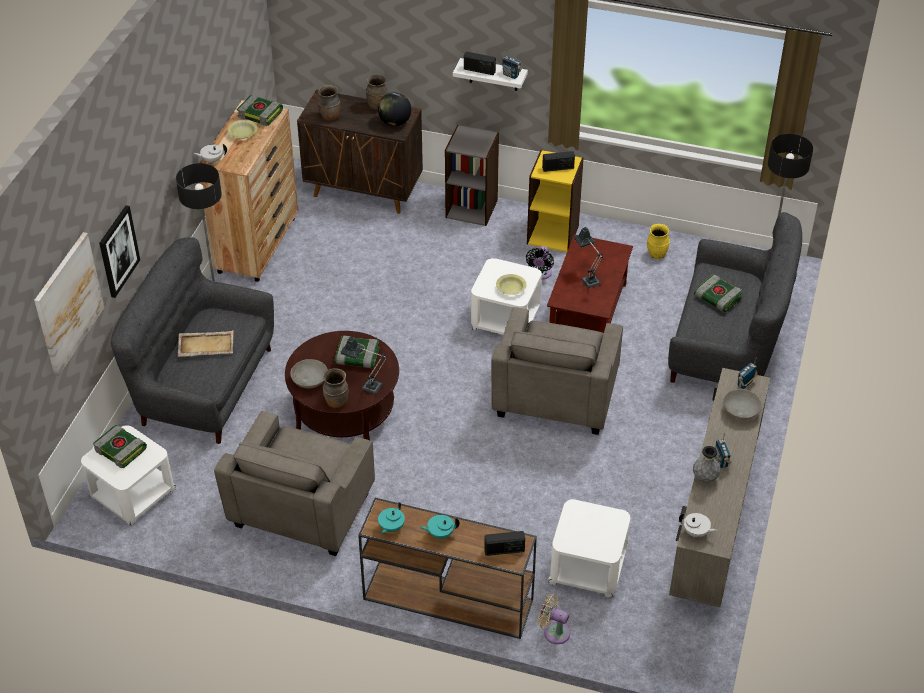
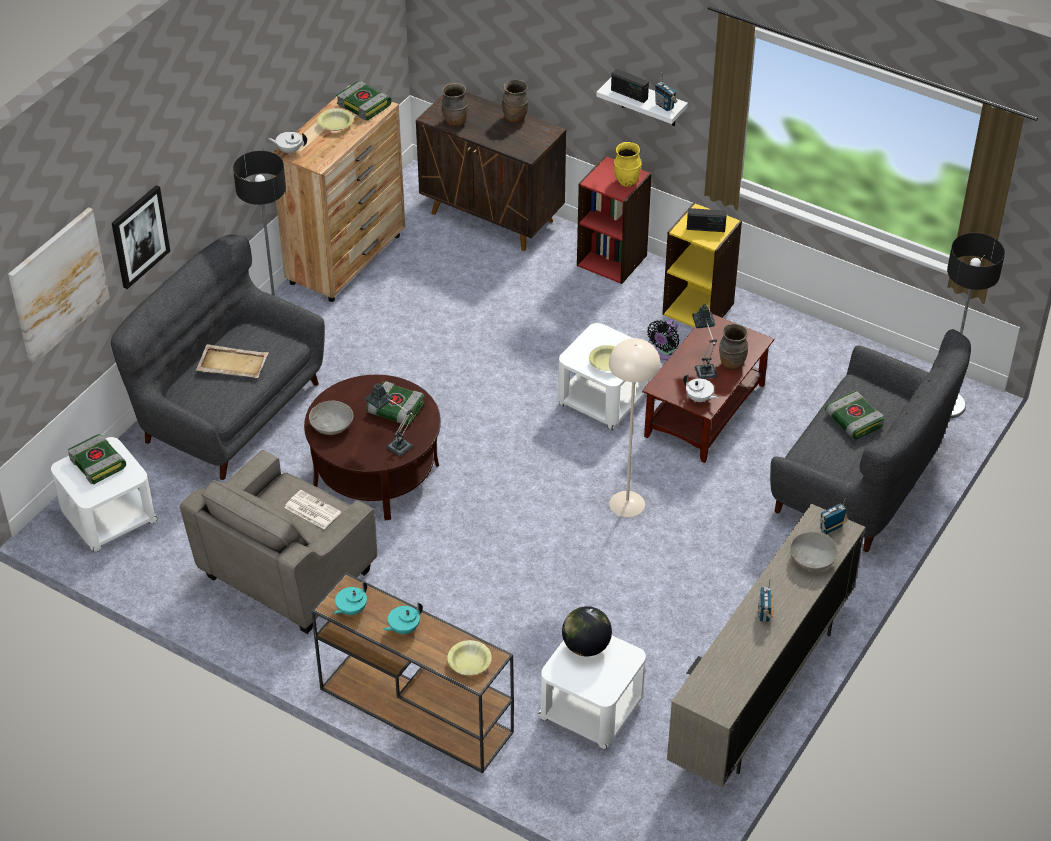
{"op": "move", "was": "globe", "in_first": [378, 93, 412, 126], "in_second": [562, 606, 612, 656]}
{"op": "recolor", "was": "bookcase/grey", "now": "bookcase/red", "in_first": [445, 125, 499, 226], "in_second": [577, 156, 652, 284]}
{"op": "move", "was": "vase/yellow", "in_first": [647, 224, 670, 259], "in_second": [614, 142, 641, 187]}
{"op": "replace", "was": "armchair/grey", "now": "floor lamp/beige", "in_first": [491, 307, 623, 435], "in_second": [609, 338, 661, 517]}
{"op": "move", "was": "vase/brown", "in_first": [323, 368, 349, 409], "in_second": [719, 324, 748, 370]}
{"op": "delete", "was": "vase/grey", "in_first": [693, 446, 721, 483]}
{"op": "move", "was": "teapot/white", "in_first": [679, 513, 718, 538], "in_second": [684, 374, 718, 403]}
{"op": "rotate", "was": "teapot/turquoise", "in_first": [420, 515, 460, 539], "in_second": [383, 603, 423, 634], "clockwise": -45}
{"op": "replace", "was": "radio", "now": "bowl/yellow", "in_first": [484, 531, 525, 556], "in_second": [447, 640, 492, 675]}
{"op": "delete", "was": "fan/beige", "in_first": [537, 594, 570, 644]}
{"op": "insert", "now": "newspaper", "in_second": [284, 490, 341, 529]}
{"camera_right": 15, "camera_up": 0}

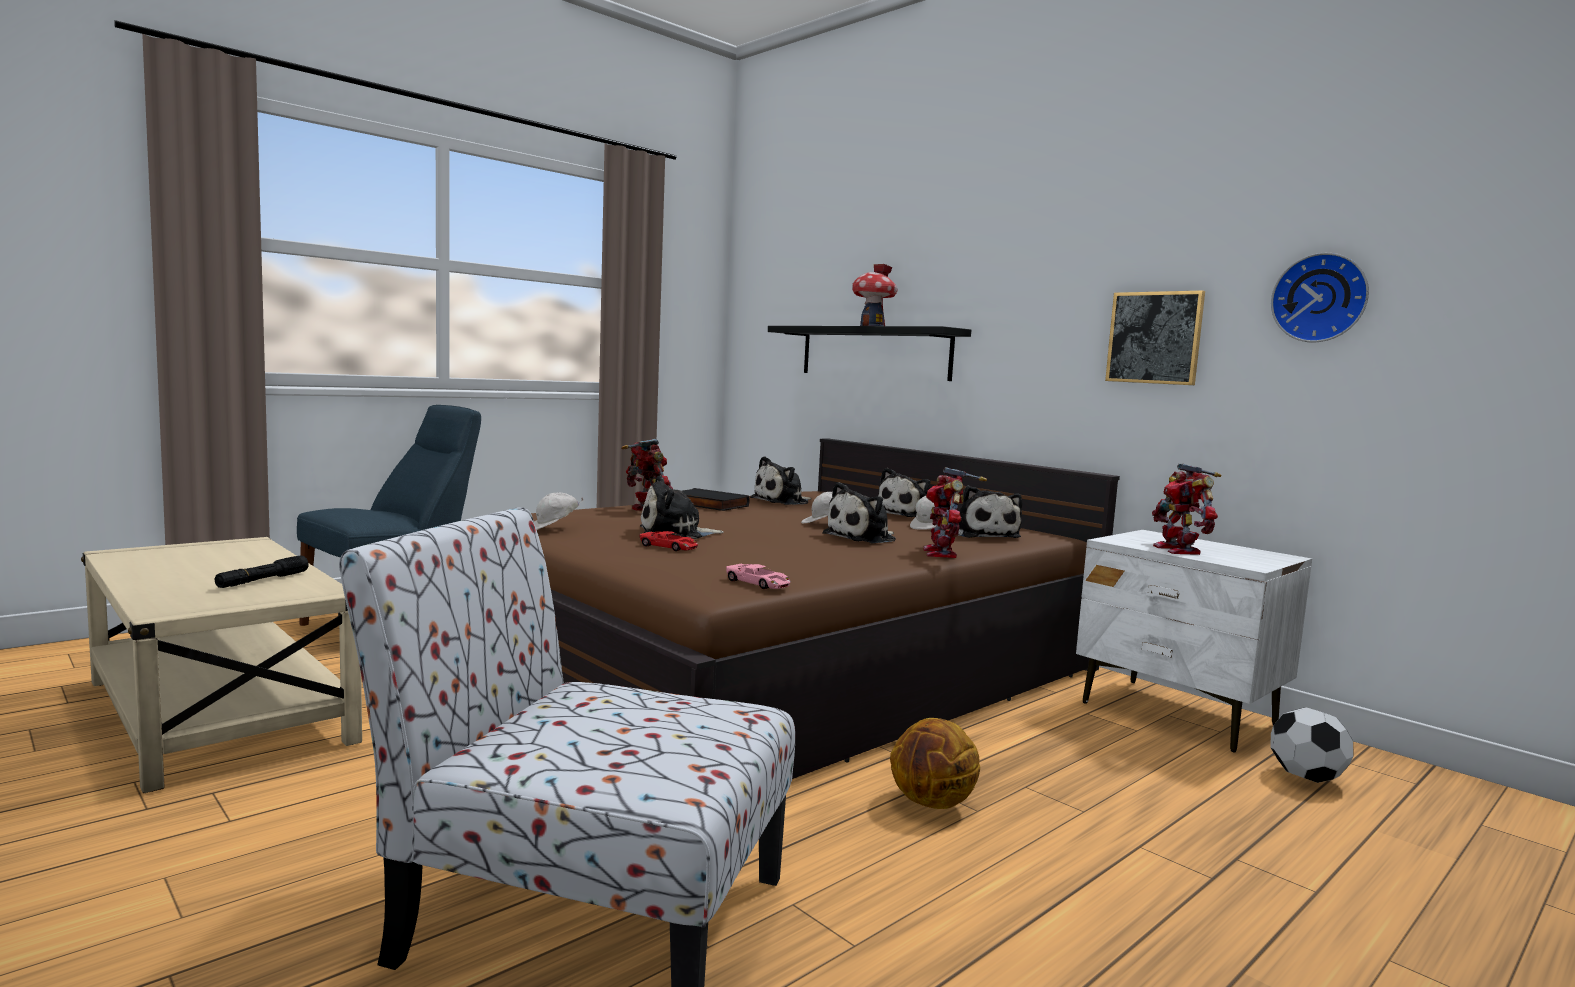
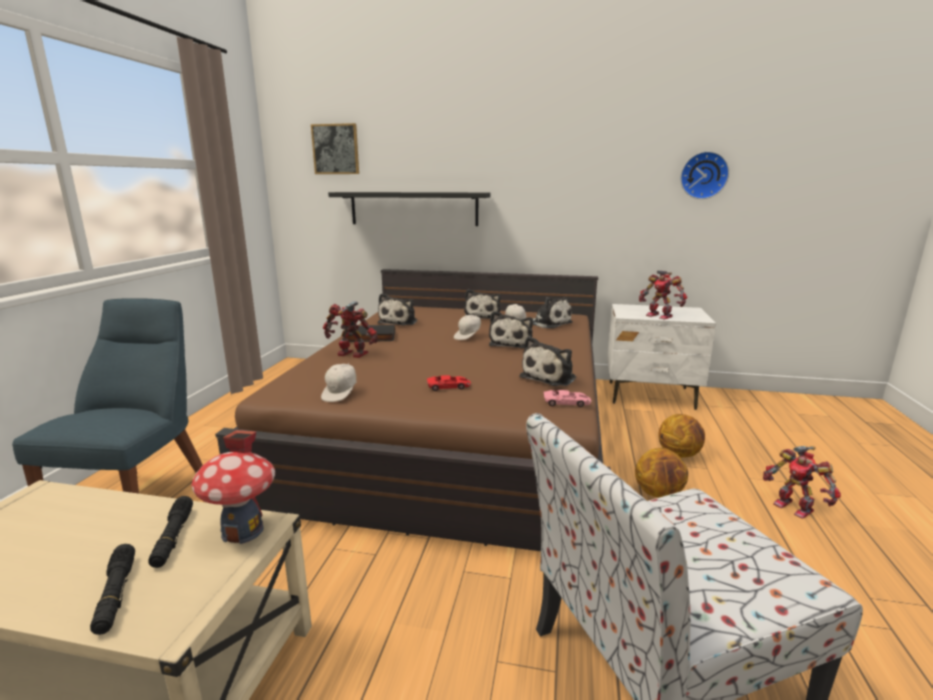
{"op": "move", "was": "toy house", "in_first": [852, 264, 898, 326], "in_second": [191, 430, 275, 544]}
{"op": "move", "was": "picture", "in_first": [1105, 290, 1205, 385], "in_second": [311, 123, 359, 174]}
{"op": "move", "was": "toy robot", "in_first": [923, 467, 987, 558], "in_second": [763, 446, 841, 519]}
{"op": "move", "was": "plush toy", "in_first": [640, 475, 724, 539], "in_second": [519, 336, 576, 386]}
{"op": "delete", "was": "football", "in_first": [1270, 708, 1353, 783]}
{"op": "insert", "now": "basketball", "in_second": [658, 414, 705, 458]}
{"op": "insert", "now": "flashlight/black", "in_second": [90, 544, 135, 635]}
{"camera_right": -35, "camera_up": 10}

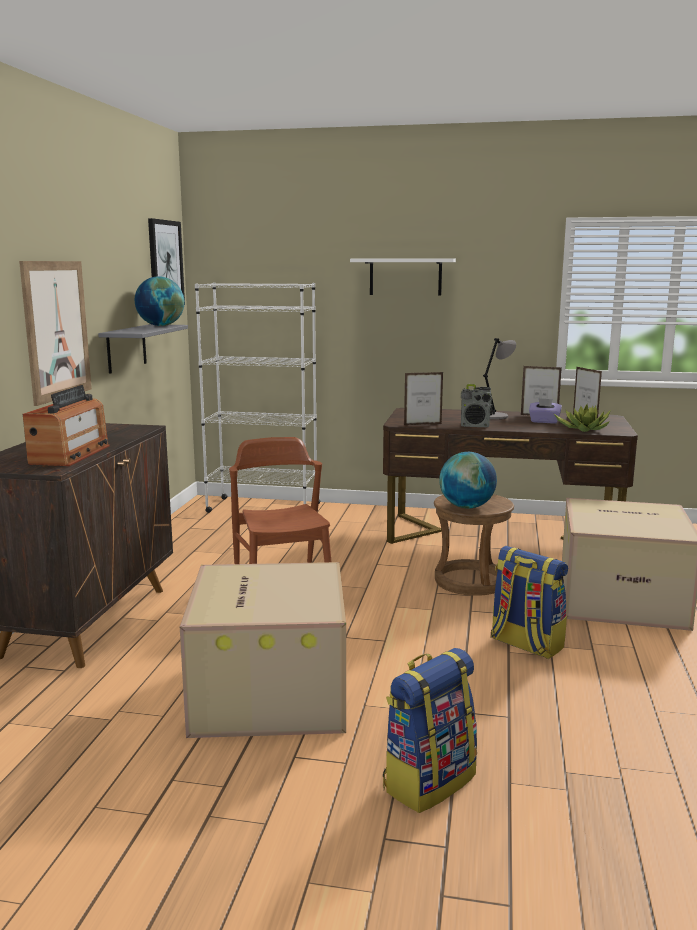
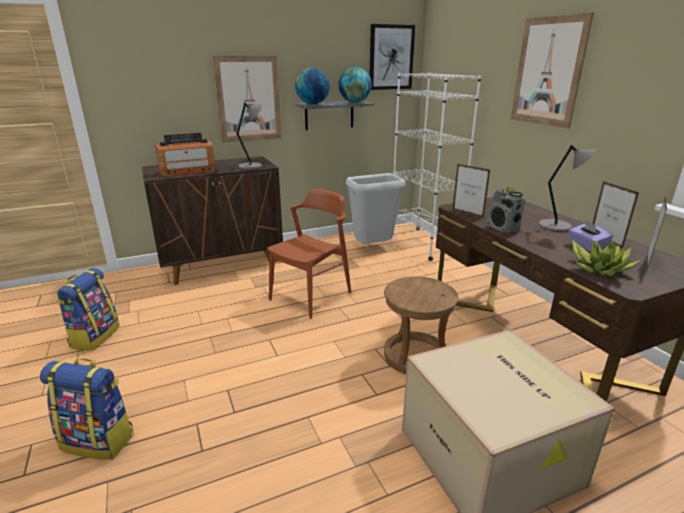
{"op": "replace", "was": "shelf/white", "now": "picture", "in_first": [350, 258, 456, 295], "in_second": [511, 12, 594, 128]}
{"op": "move", "was": "globe", "in_first": [439, 452, 497, 509], "in_second": [295, 67, 330, 104]}
{"op": "move", "was": "backpack", "in_first": [491, 546, 568, 659], "in_second": [57, 268, 120, 351]}
{"op": "delete", "was": "cardboard box", "in_first": [180, 562, 346, 738]}
{"op": "insert", "now": "table lamp/grey", "in_second": [236, 103, 262, 169]}
{"op": "insert", "now": "trash can/grey", "in_second": [346, 173, 405, 244]}
{"camera_right": 55, "camera_up": 10}

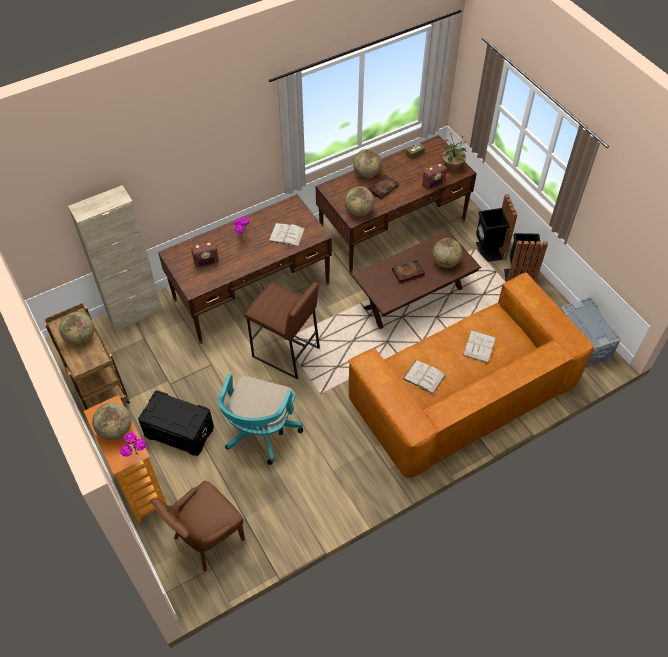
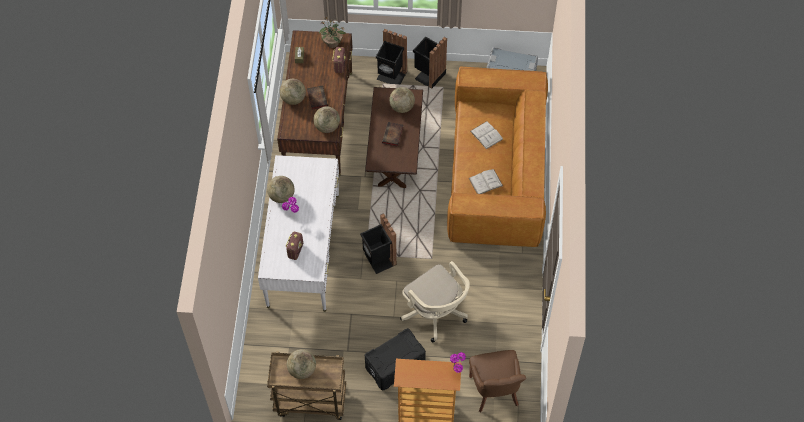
{"op": "delete", "was": "cabinet/beige", "in_first": [68, 185, 163, 332]}
{"op": "recolor", "was": "desk/brown", "now": "desk/white", "in_first": [158, 194, 332, 344], "in_second": [258, 155, 339, 312]}
{"op": "delete", "was": "book/white", "in_first": [268, 223, 305, 247]}
{"op": "replace", "was": "stool/brown", "now": "trash can/black", "in_first": [245, 282, 320, 379], "in_second": [360, 213, 397, 274]}
{"op": "recolor", "was": "office chair/turquoise", "now": "office chair/beige", "in_first": [217, 374, 303, 465], "in_second": [400, 261, 470, 342]}
{"op": "move", "was": "globe", "in_first": [92, 402, 132, 440], "in_second": [267, 176, 295, 203]}
{"camera_right": -55, "camera_up": 5}

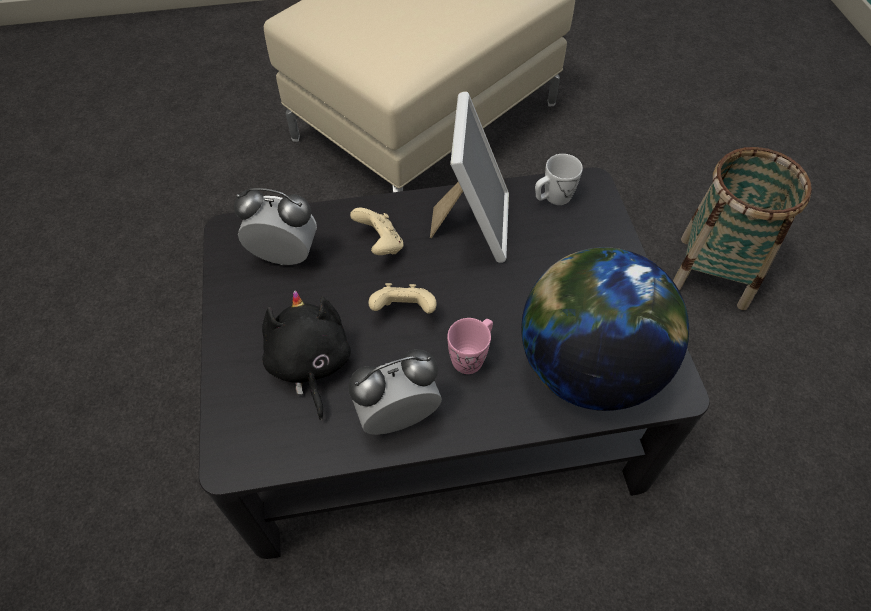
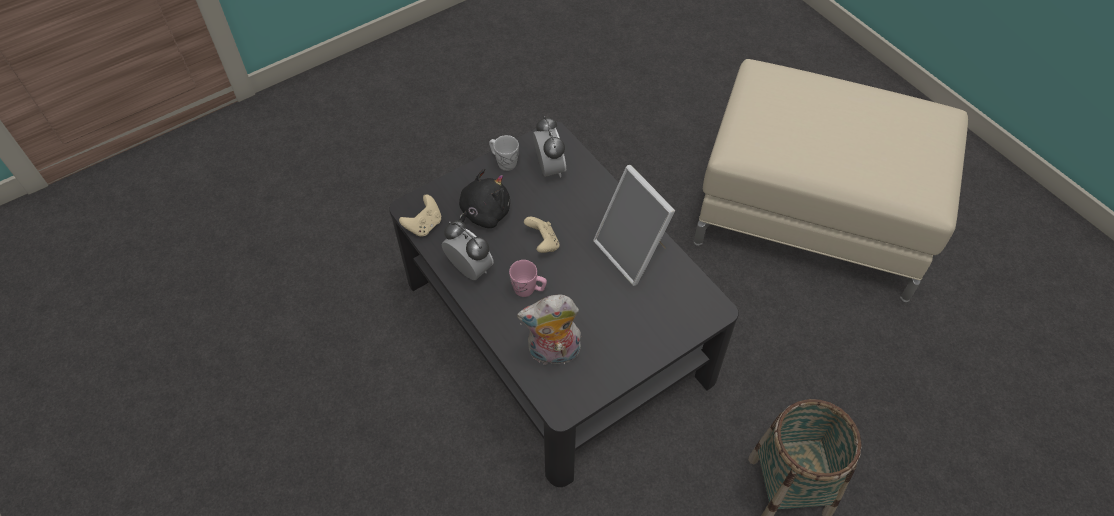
{"op": "rotate", "was": "picture frame", "in_first": [430, 91, 509, 263], "in_second": [593, 165, 675, 286], "clockwise": 75}
{"op": "move", "was": "mug/white", "in_first": [535, 154, 583, 205], "in_second": [489, 135, 519, 171]}
{"op": "move", "was": "game controller/beige", "in_first": [350, 208, 404, 255], "in_second": [399, 195, 441, 237]}
{"op": "replace", "was": "globe", "now": "plush toy", "in_first": [521, 247, 689, 411], "in_second": [517, 294, 581, 368]}
{"camera_right": 65, "camera_up": 0}

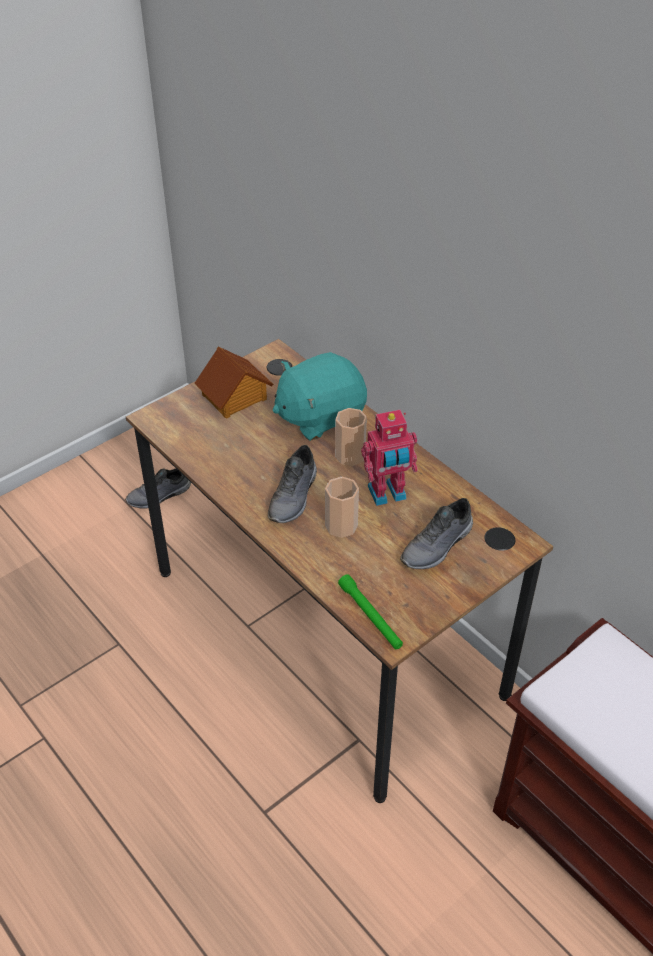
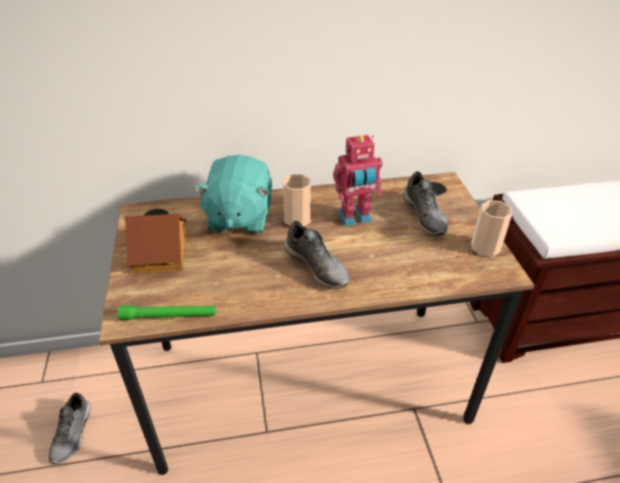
{"op": "rotate", "was": "toy robot", "in_first": [361, 410, 418, 506], "in_second": [333, 135, 383, 226], "clockwise": 60}
{"op": "move", "was": "cup", "in_first": [325, 477, 359, 538], "in_second": [471, 200, 512, 257]}
{"op": "move", "was": "flashlight/green", "in_first": [338, 574, 403, 649], "in_second": [118, 305, 216, 320]}
{"camera_right": -60, "camera_up": -5}

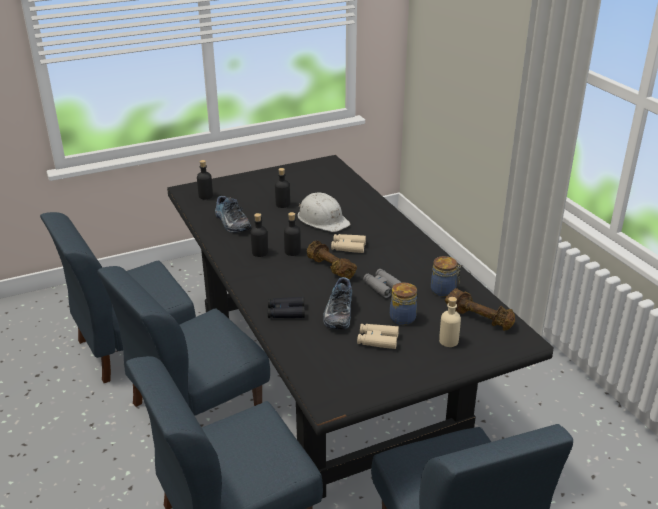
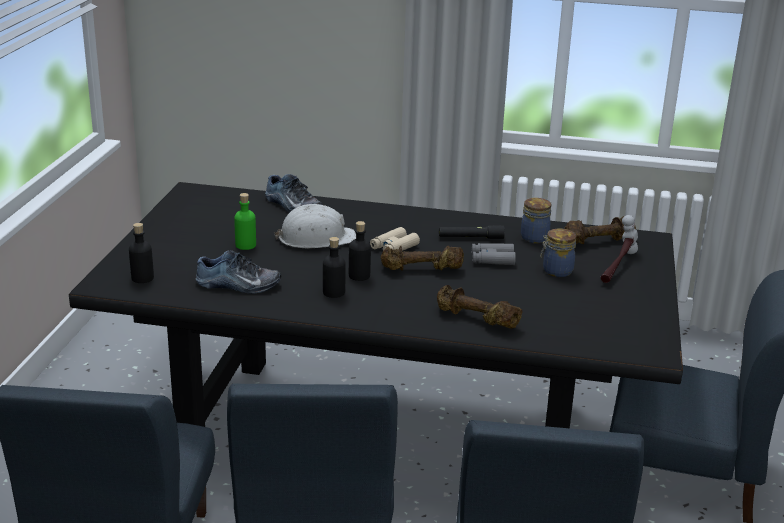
{"op": "recolor", "was": "bottle/black", "now": "bottle/green", "in_first": [275, 168, 290, 208], "in_second": [234, 193, 256, 250]}
{"op": "move", "was": "shoe", "in_first": [323, 277, 352, 329], "in_second": [265, 174, 322, 213]}
{"op": "replace", "was": "binoculars/black", "now": "dumbbell/brown", "in_first": [268, 297, 305, 318], "in_second": [437, 285, 522, 329]}
{"op": "replace", "was": "bottle/beige", "now": "hammer", "in_first": [439, 297, 461, 347], "in_second": [600, 215, 638, 283]}
{"op": "delete", "was": "binoculars/beige", "in_first": [357, 324, 399, 349]}
{"op": "insert", "now": "flashlight/black", "in_second": [439, 225, 505, 239]}
{"camera_right": -55, "camera_up": -5}

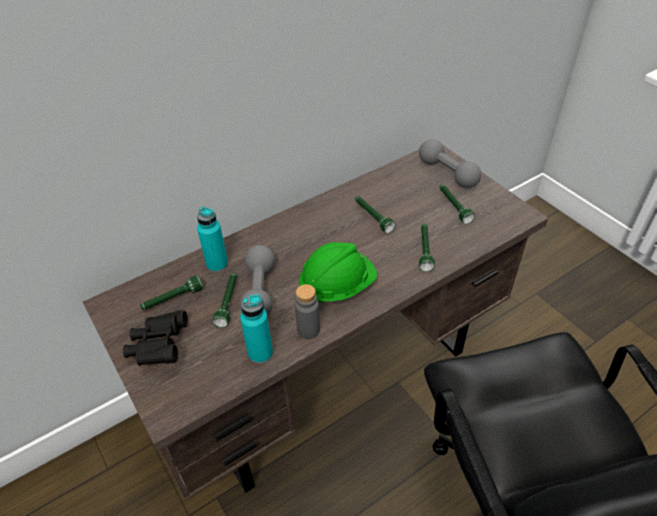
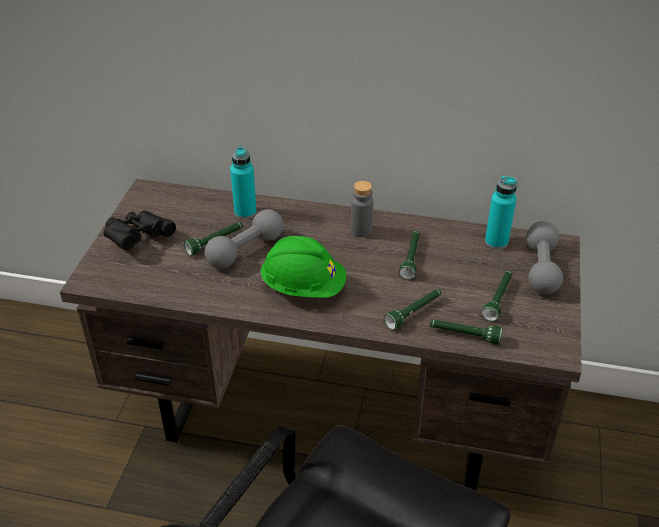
{"op": "move", "was": "flashlight/green", "in_first": [140, 275, 203, 310], "in_second": [430, 319, 503, 345]}
{"op": "move", "was": "bottle/grey", "in_first": [295, 284, 320, 339], "in_second": [351, 181, 373, 237]}
{"op": "move", "was": "bottle/turquoise", "in_first": [240, 294, 273, 364], "in_second": [485, 175, 517, 249]}
{"camera_right": 45, "camera_up": -5}

